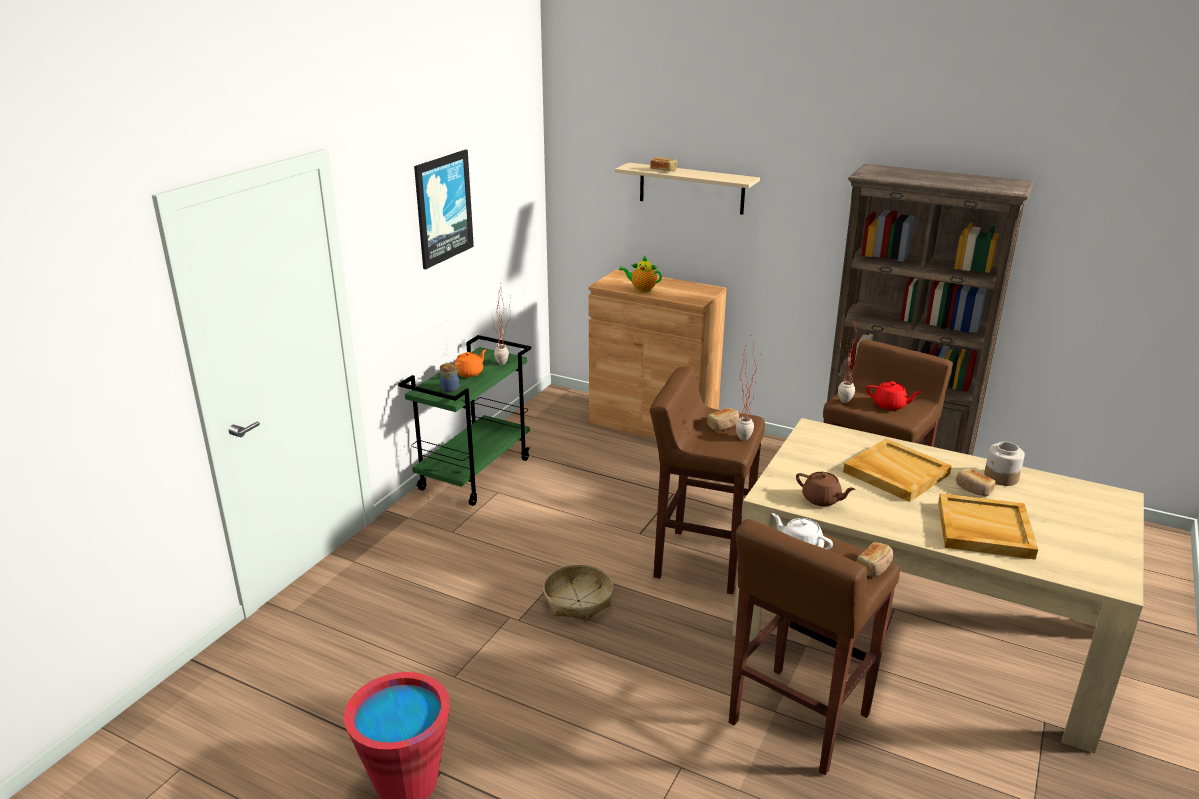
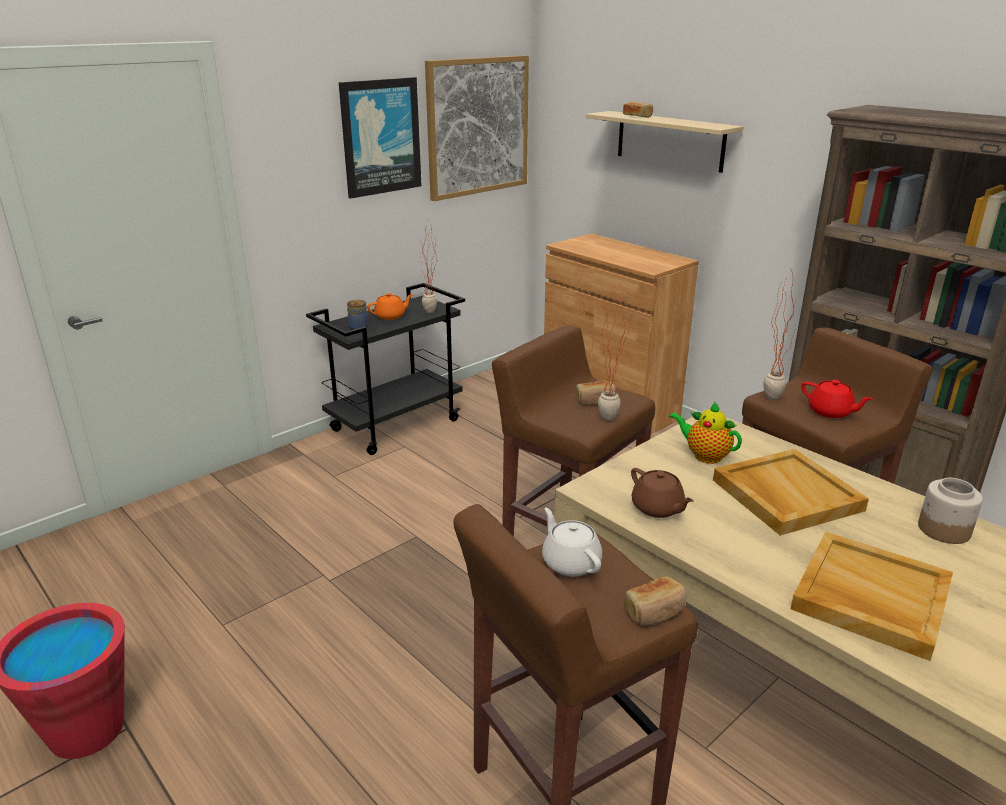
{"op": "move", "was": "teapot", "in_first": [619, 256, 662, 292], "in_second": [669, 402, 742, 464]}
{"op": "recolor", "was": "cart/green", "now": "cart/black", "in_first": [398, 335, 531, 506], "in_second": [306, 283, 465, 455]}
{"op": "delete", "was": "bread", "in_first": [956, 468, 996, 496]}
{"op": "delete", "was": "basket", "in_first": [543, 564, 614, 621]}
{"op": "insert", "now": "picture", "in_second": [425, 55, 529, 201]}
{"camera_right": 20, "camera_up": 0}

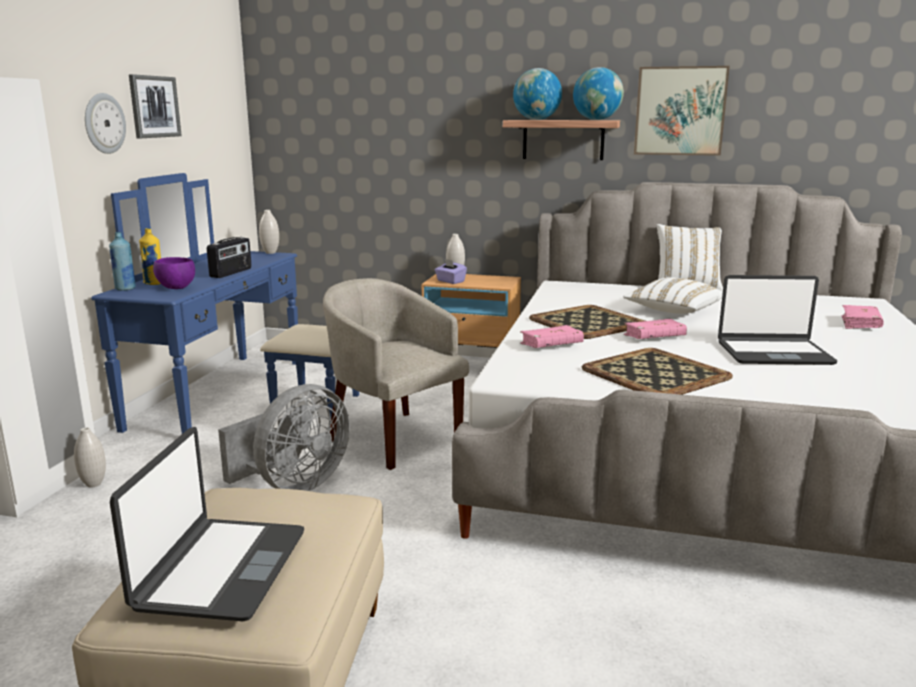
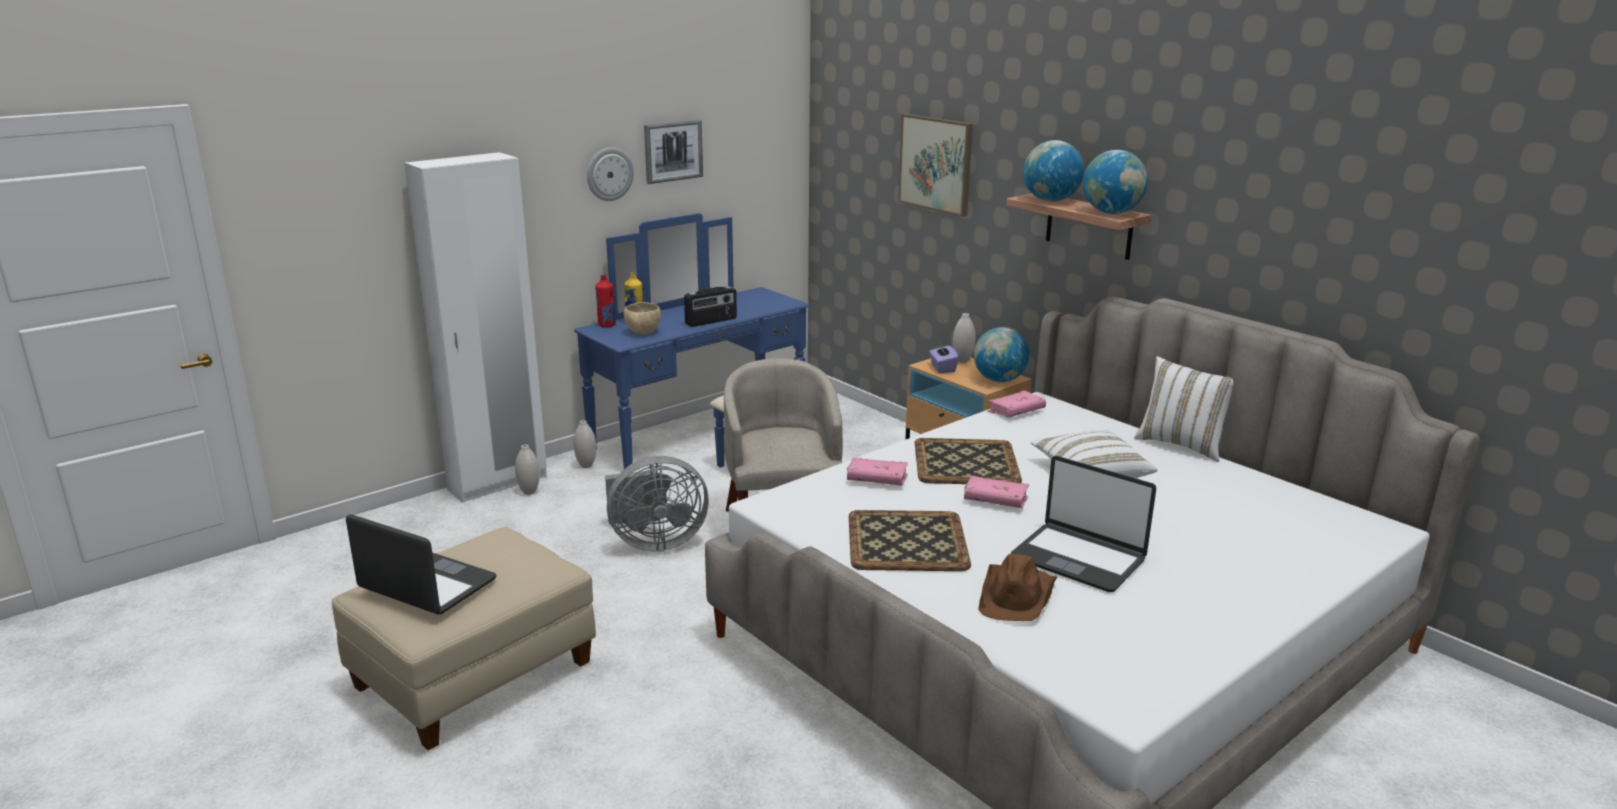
{"op": "move", "was": "picture", "in_first": [634, 66, 730, 156], "in_second": [898, 114, 973, 217]}
{"op": "move", "was": "vase/white", "in_first": [259, 210, 279, 254], "in_second": [574, 420, 596, 468]}
{"op": "recolor", "was": "bottle/blue", "now": "bottle/red", "in_first": [109, 232, 136, 291], "in_second": [595, 274, 616, 327]}
{"op": "recolor", "was": "bowl/purple", "now": "bowl/beige", "in_first": [153, 257, 195, 289], "in_second": [624, 302, 661, 335]}
{"op": "move", "was": "book/pink", "in_first": [842, 305, 884, 329], "in_second": [988, 391, 1046, 417]}
{"op": "rotate", "was": "laptop", "in_first": [110, 427, 304, 621], "in_second": [346, 514, 497, 614], "clockwise": -105}
{"op": "insert", "now": "globe", "in_second": [974, 327, 1029, 382]}
{"op": "insert", "now": "hat/brown", "in_second": [978, 554, 1057, 621]}
{"camera_right": 35, "camera_up": 5}

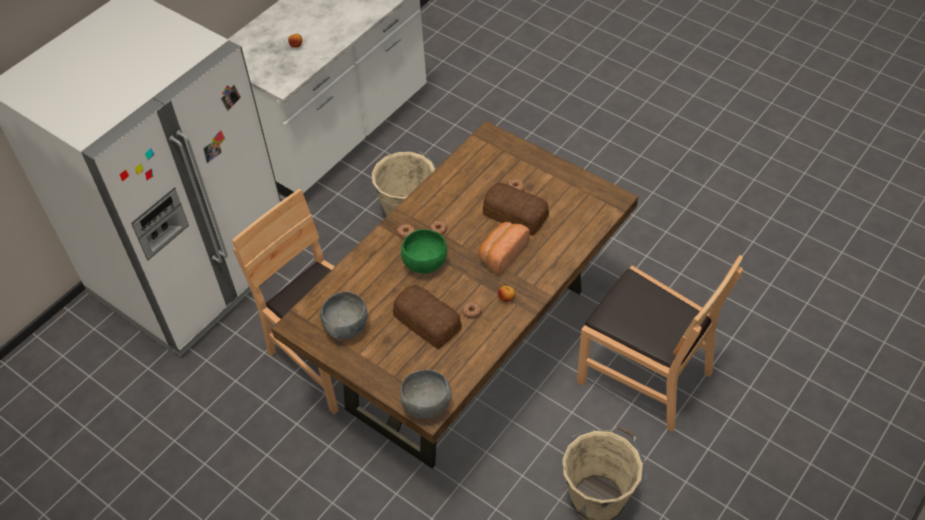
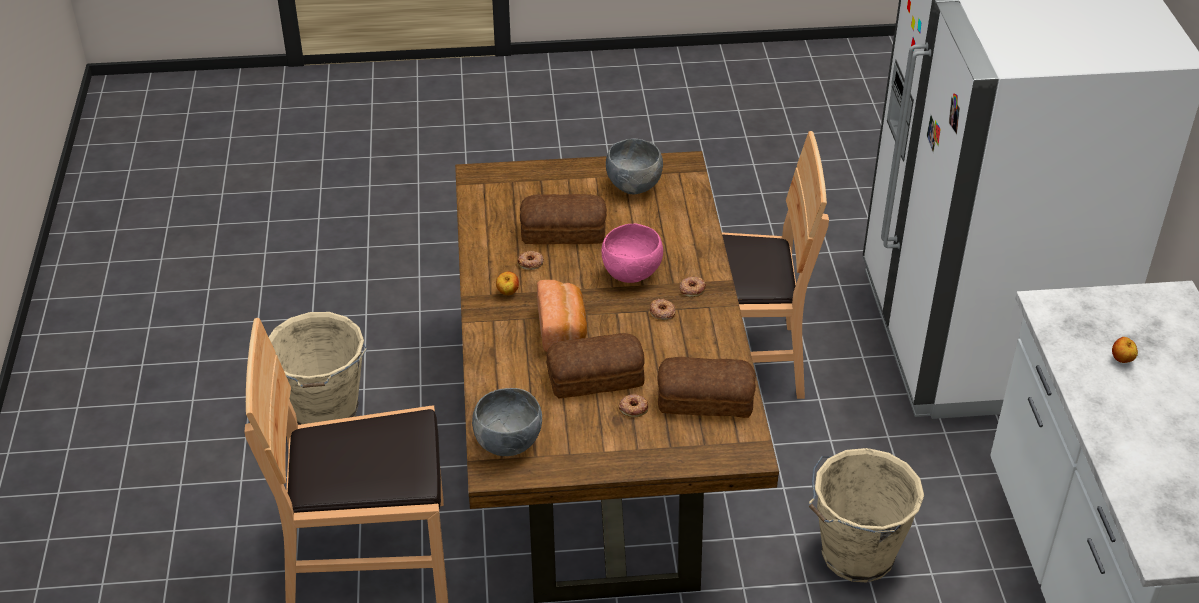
{"op": "recolor", "was": "bowl/green", "now": "bowl/pink", "in_first": [401, 229, 447, 274], "in_second": [601, 223, 663, 283]}
{"op": "move", "was": "bowl/grey", "in_first": [400, 370, 452, 419], "in_second": [472, 388, 542, 456]}
{"op": "insert", "now": "bread", "in_second": [657, 357, 756, 418]}
{"camera_right": 135, "camera_up": -10}

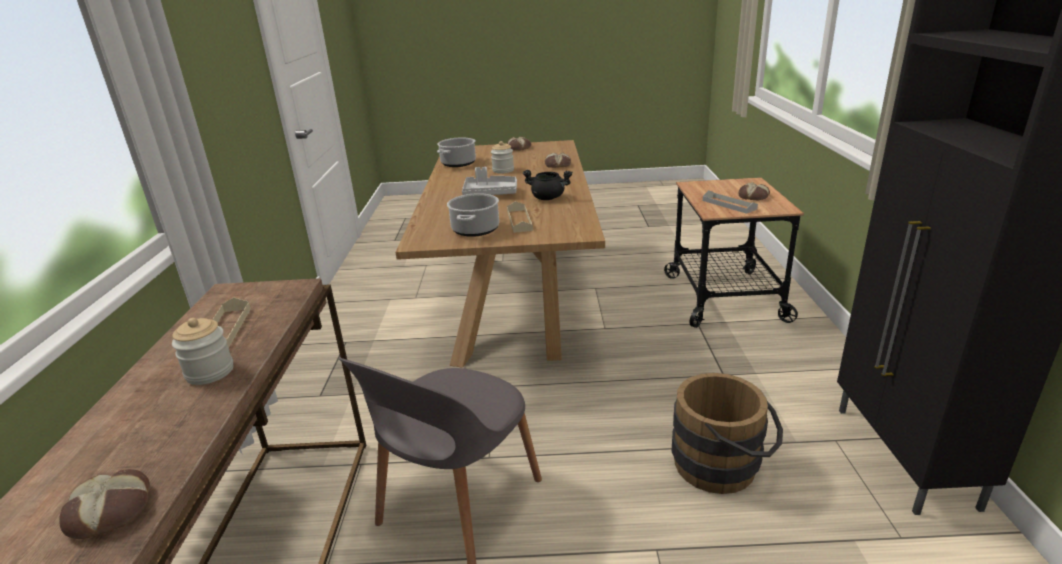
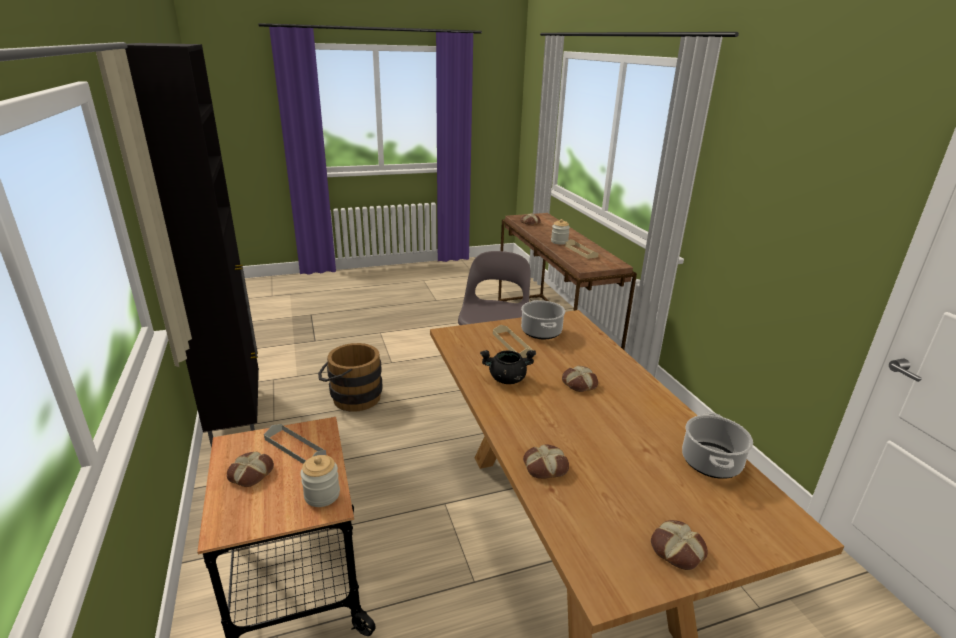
{"op": "move", "was": "jar", "in_first": [491, 141, 514, 174], "in_second": [300, 455, 340, 507]}
{"op": "replace", "was": "tray/grey", "now": "bread", "in_first": [462, 167, 517, 195], "in_second": [562, 366, 598, 392]}
{"camera_right": 160, "camera_up": 0}

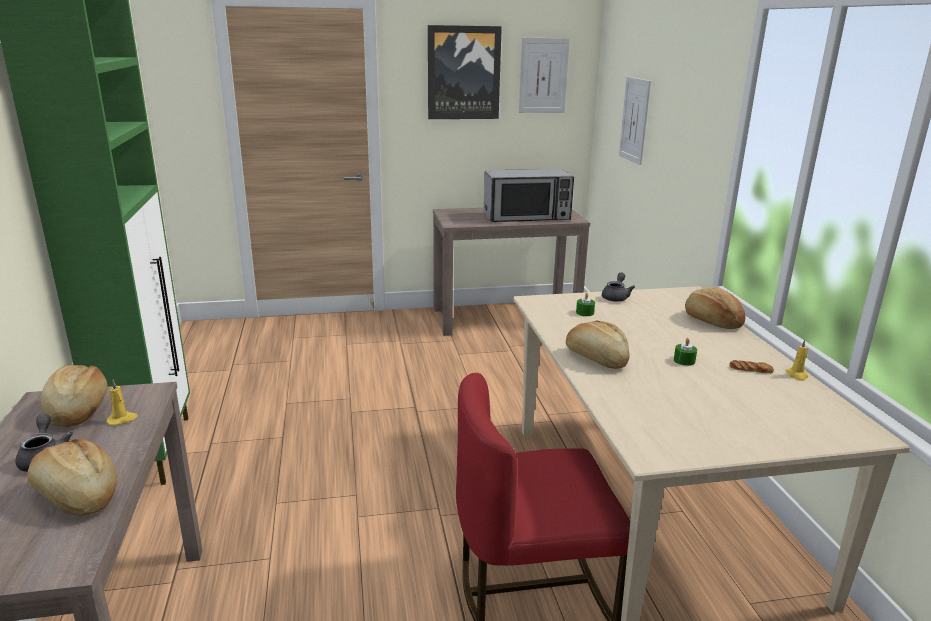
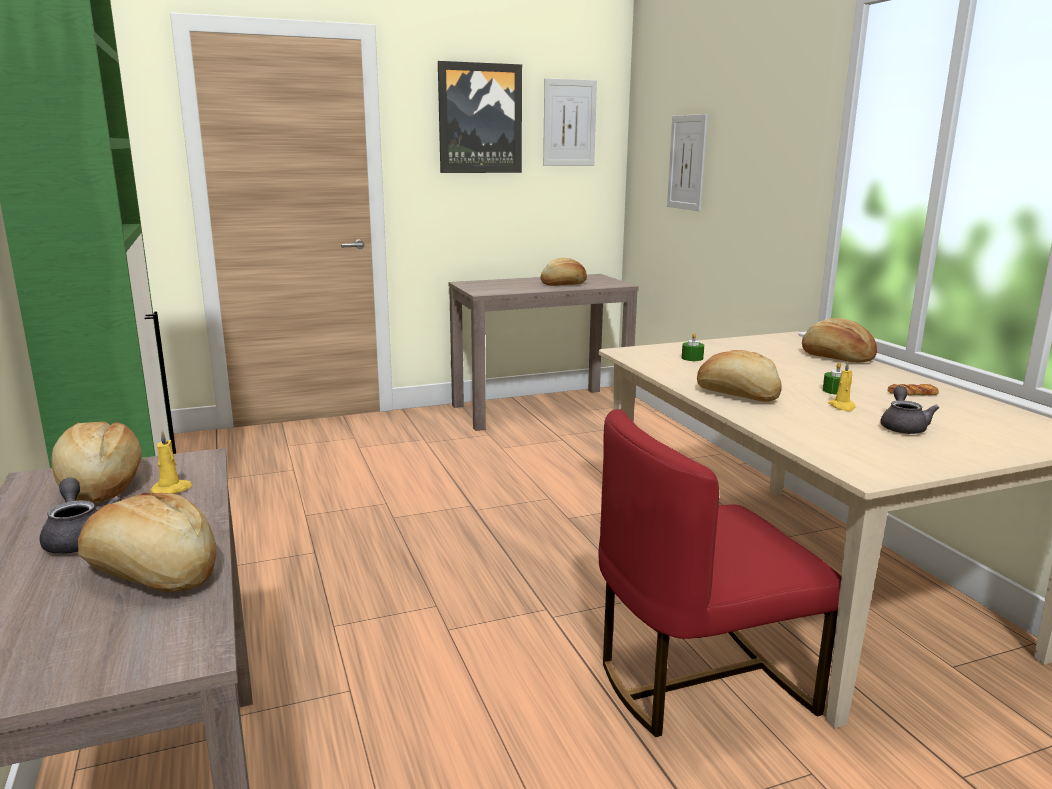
{"op": "replace", "was": "microwave", "now": "bread", "in_first": [484, 169, 574, 222], "in_second": [541, 258, 587, 286]}
{"op": "move", "was": "teapot/grey", "in_first": [602, 272, 635, 302], "in_second": [880, 386, 939, 434]}
{"op": "move", "was": "candle/yellow", "in_first": [785, 340, 808, 381], "in_second": [828, 361, 855, 411]}
{"camera_right": -10, "camera_up": -5}

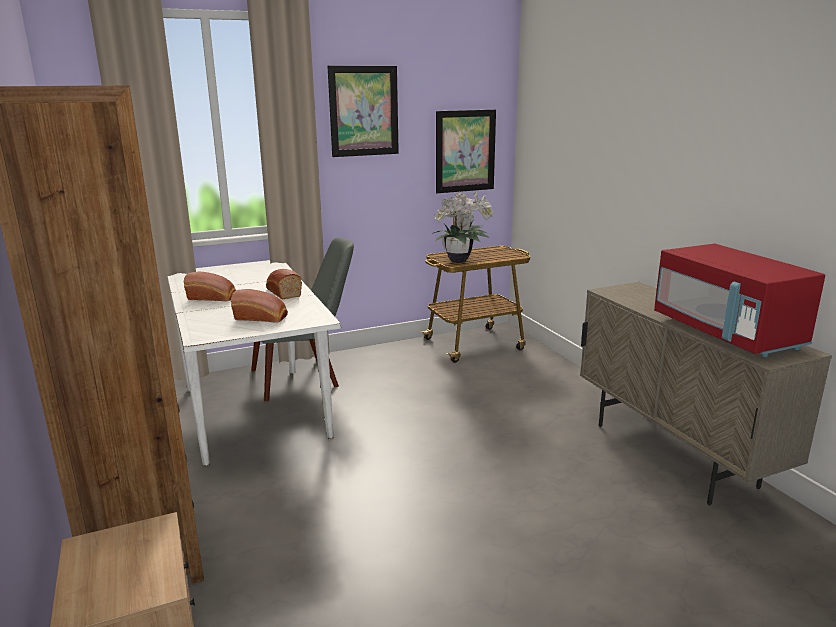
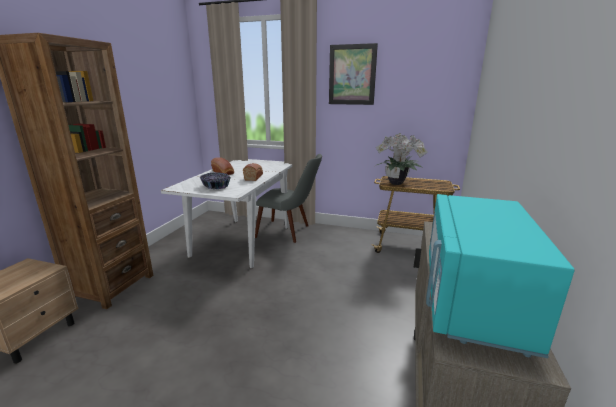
{"op": "delete", "was": "picture", "in_first": [436, 109, 496, 193]}
{"op": "recolor", "was": "microwave/red", "now": "microwave/turquoise", "in_first": [654, 244, 825, 357], "in_second": [426, 194, 575, 358]}
{"op": "replace", "was": "bread", "now": "bowl", "in_first": [231, 289, 288, 323], "in_second": [200, 172, 231, 189]}
{"camera_right": 40, "camera_up": 0}

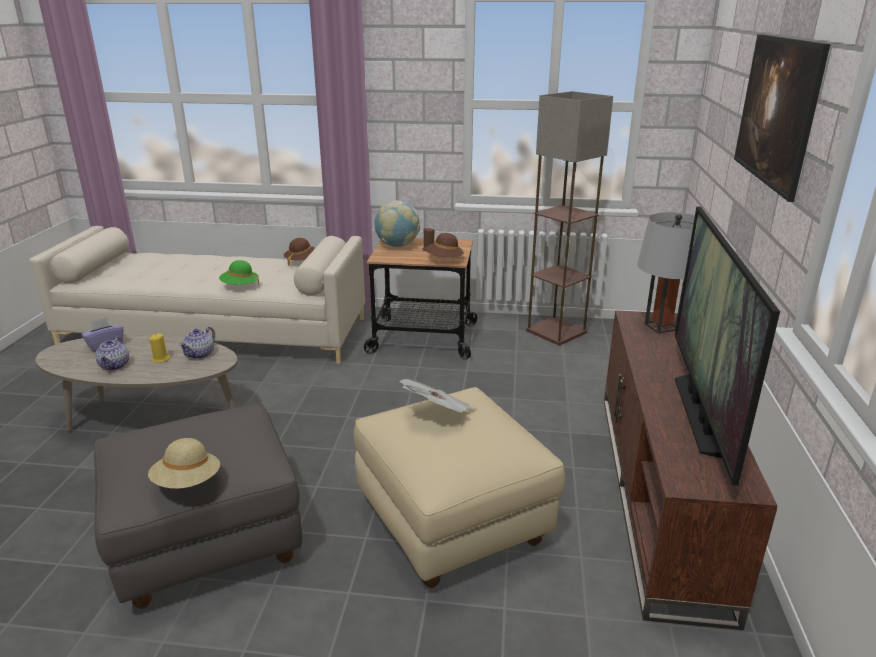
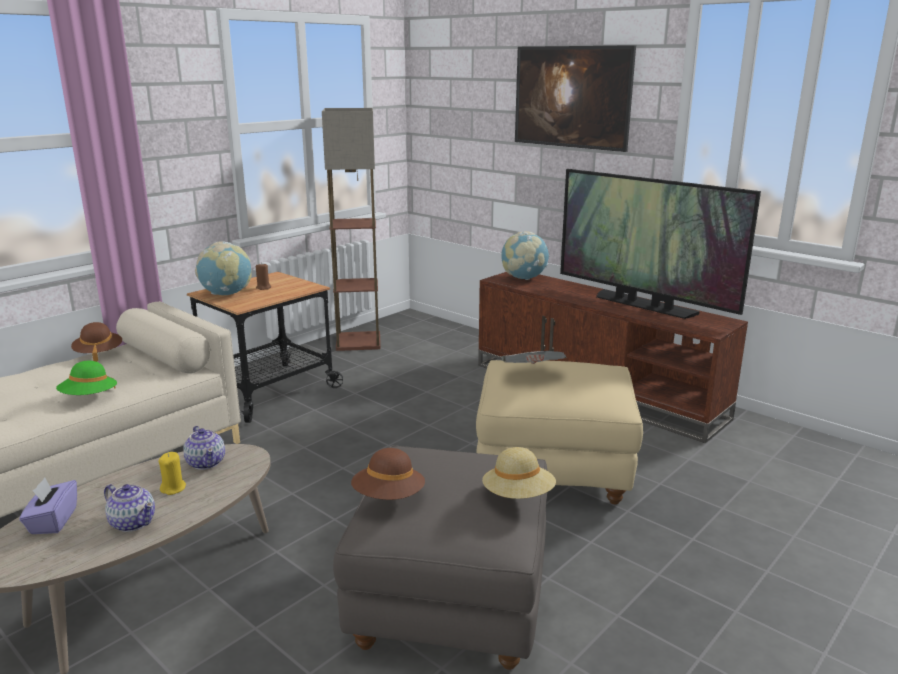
{"op": "replace", "was": "table lamp/grey", "now": "globe", "in_first": [637, 212, 695, 333], "in_second": [501, 231, 549, 280]}
{"op": "move", "was": "hat/brown", "in_first": [425, 233, 464, 257], "in_second": [351, 448, 425, 500]}
{"camera_right": -55, "camera_up": -5}

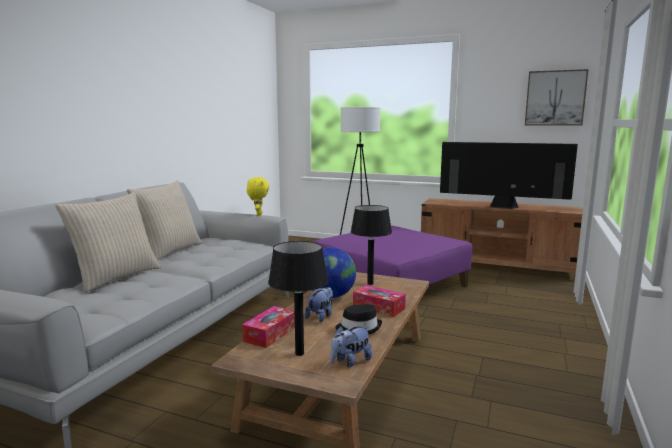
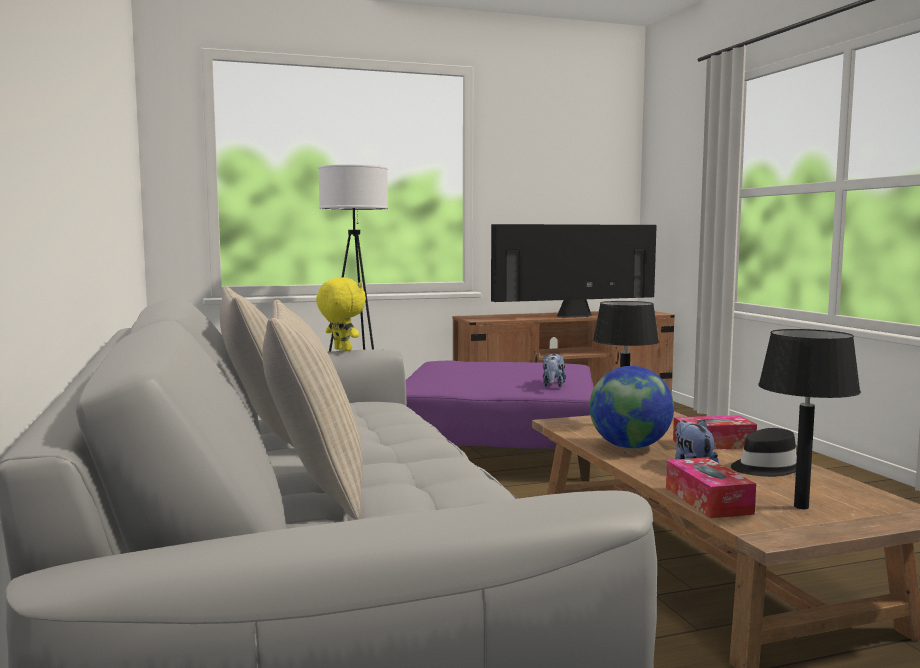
{"op": "delete", "was": "picture", "in_first": [525, 69, 589, 126]}
{"op": "move", "was": "plush toy", "in_first": [330, 326, 372, 367], "in_second": [543, 354, 566, 387]}
{"camera_right": -40, "camera_up": -5}

